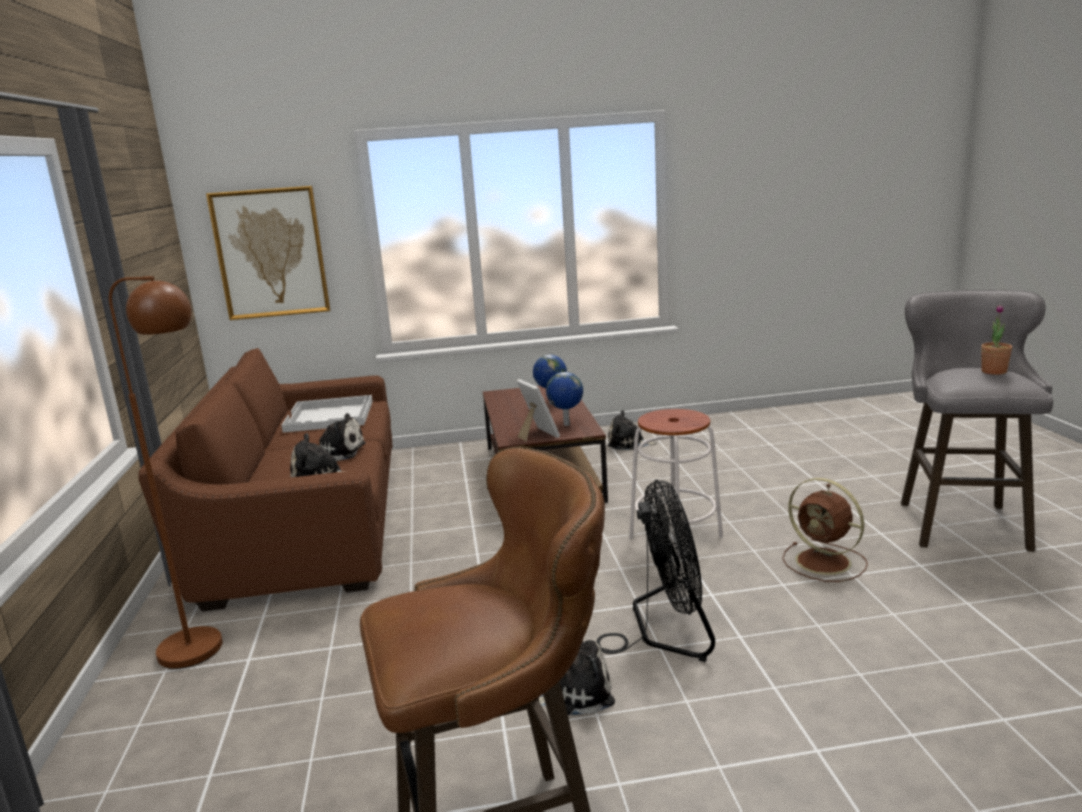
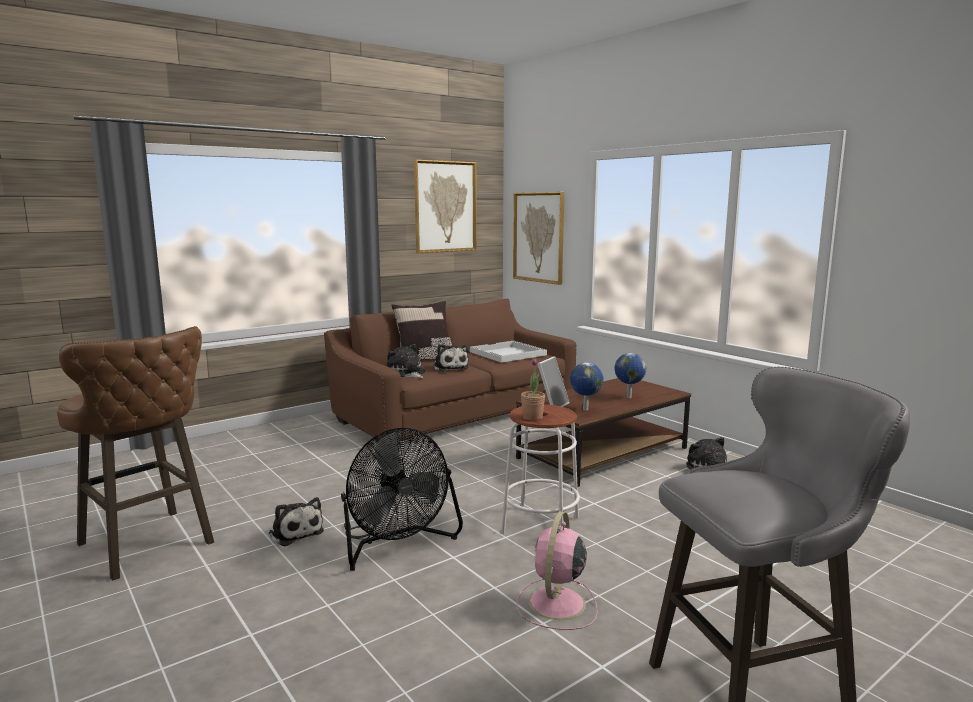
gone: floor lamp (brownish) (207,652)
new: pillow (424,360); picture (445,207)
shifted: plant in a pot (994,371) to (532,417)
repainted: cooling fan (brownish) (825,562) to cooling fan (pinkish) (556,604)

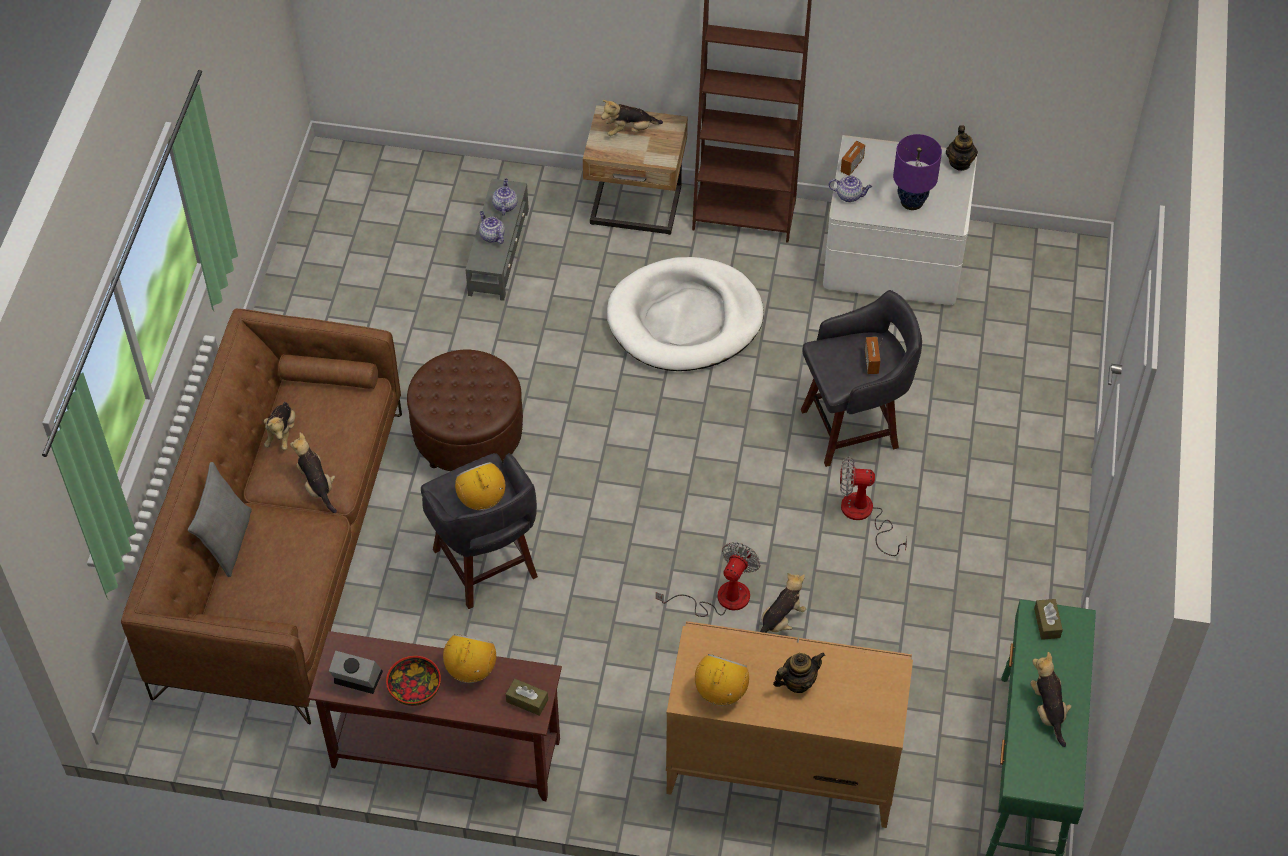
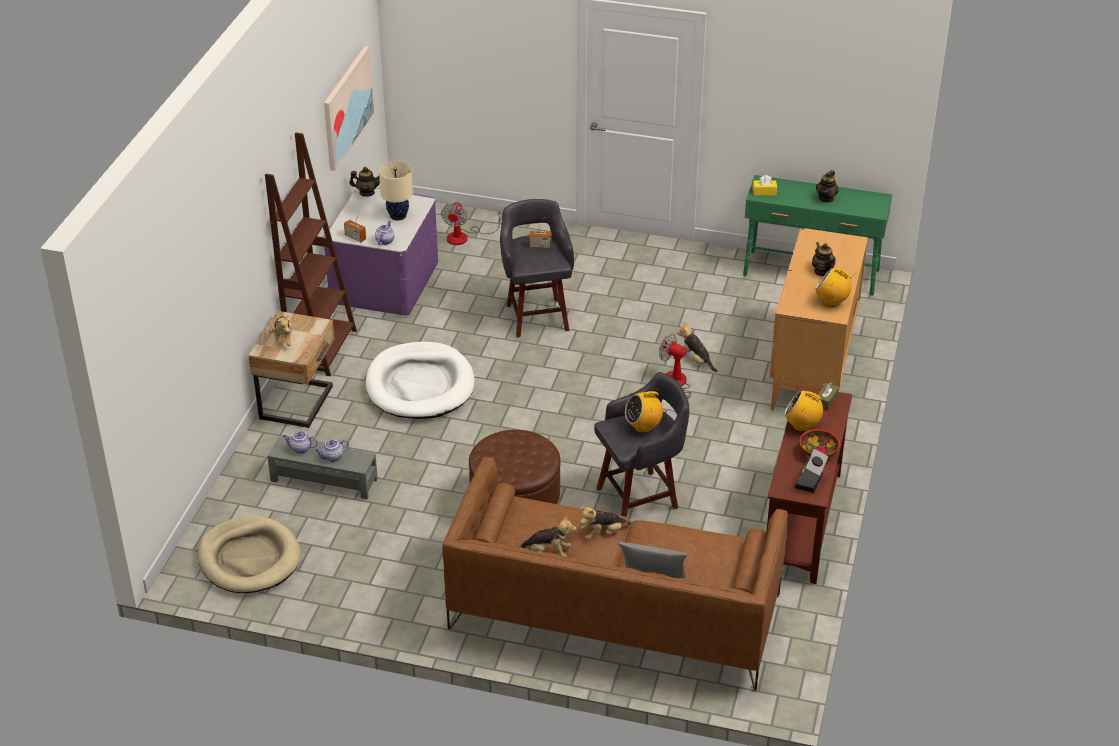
new: dog bed (beige-coloured) (249,559); picture (346,107)
shifted: cooling fan (864,516) to (464,236)
swapped: plush toy (1048,710) to teapot (826,198)
repainted: night table (white) (894,257) to night table (purplish) (385,284); table lamp (purplish) (911,201) to table lamp (beige-coloured) (398,215); box of tissues (brownish) (1047,623) to box of tissues (yellowish) (764,192)

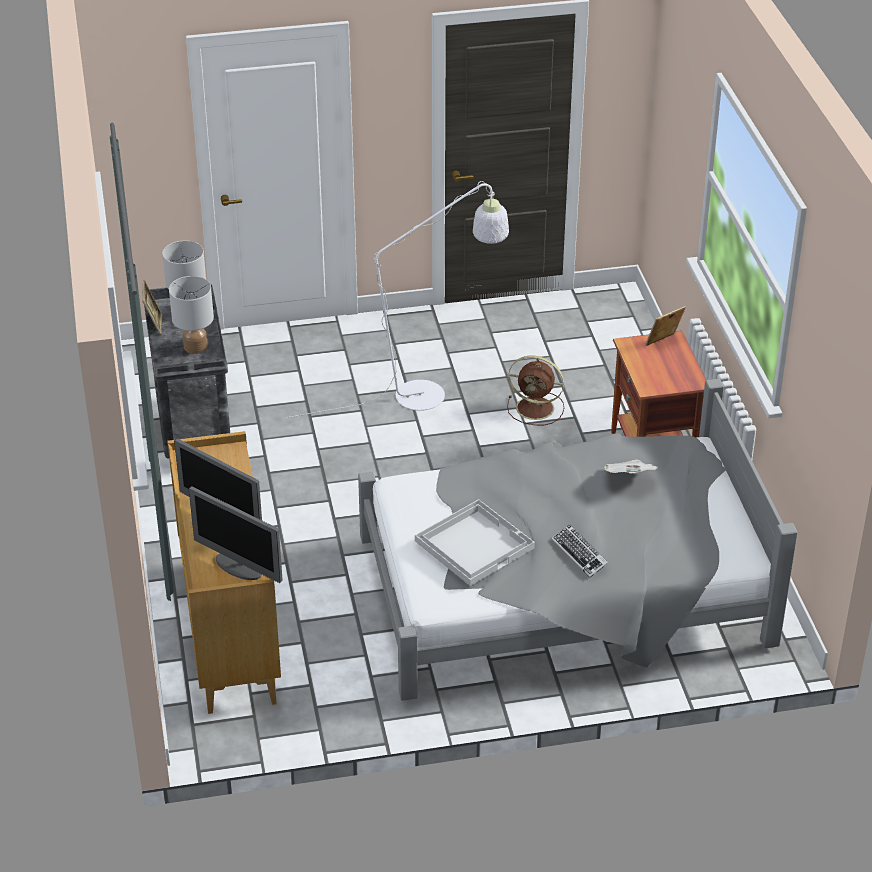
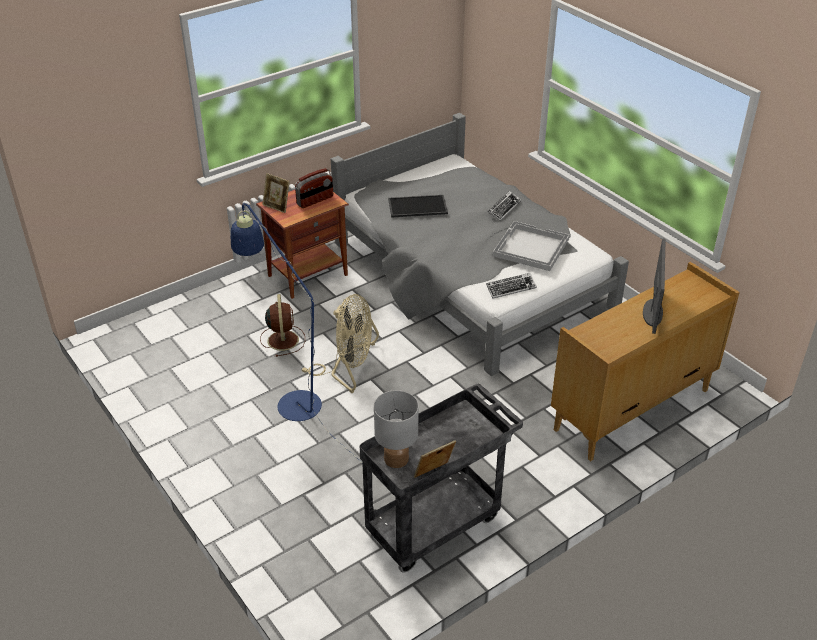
gone: table lamp (gray) (195,347); computer display (238,567)
new: radio set (315,200); cooling fan (beige-coloured) (347,367); PC keyboard (511,288)
swapped: daily paper (629,478) to tray (417,207)
repainted: floor lamp (white) (433,392) to floor lamp (blue) (292,399)

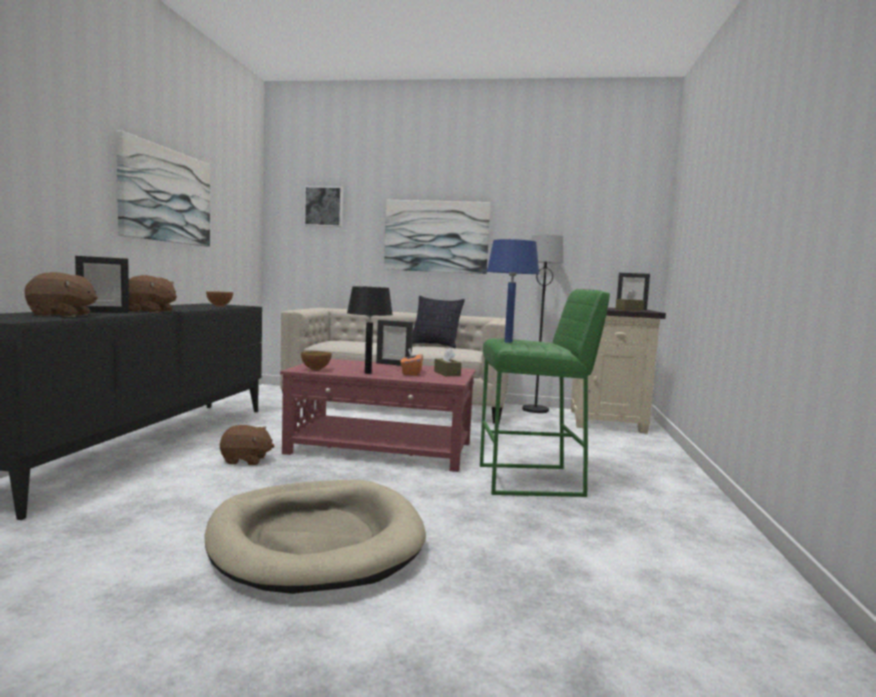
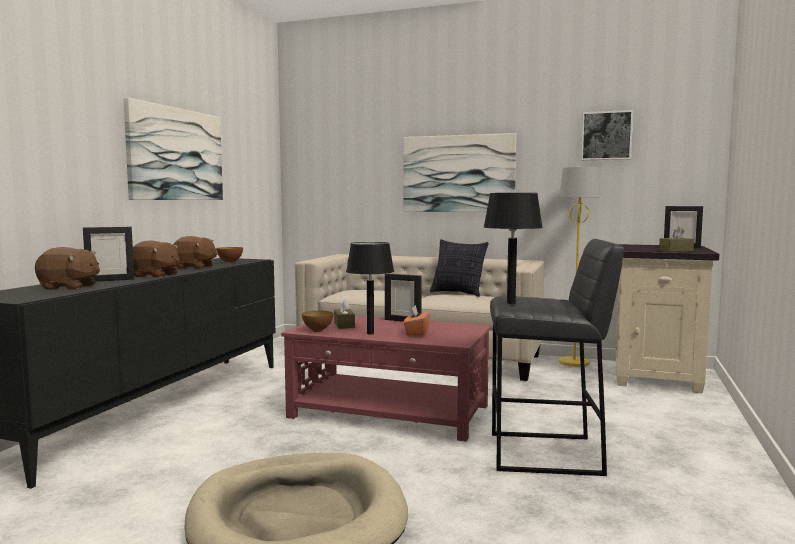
shifted: plush toy (brownish) (246,460) to (194,267); picture (324,206) to (606,136); box of tissues (brownish) (447,373) to (344,325)
repainted: sitting stool (green-coloured) (532,480) to sitting stool (gray) (547,453); table lamp (blue) (508,342) to table lamp (black) (511,303); floor lamp (black) (535,410) to floor lamp (yellowish) (574,362)

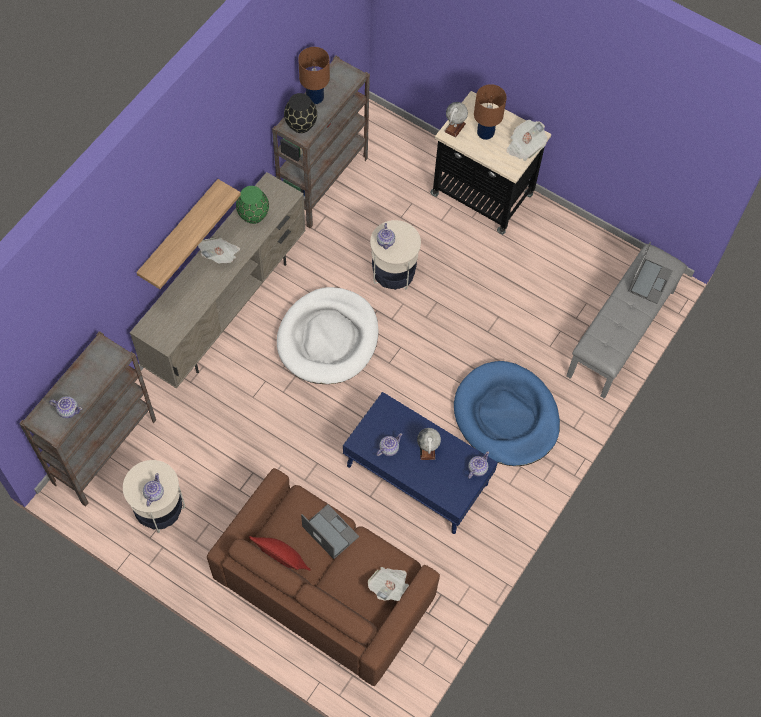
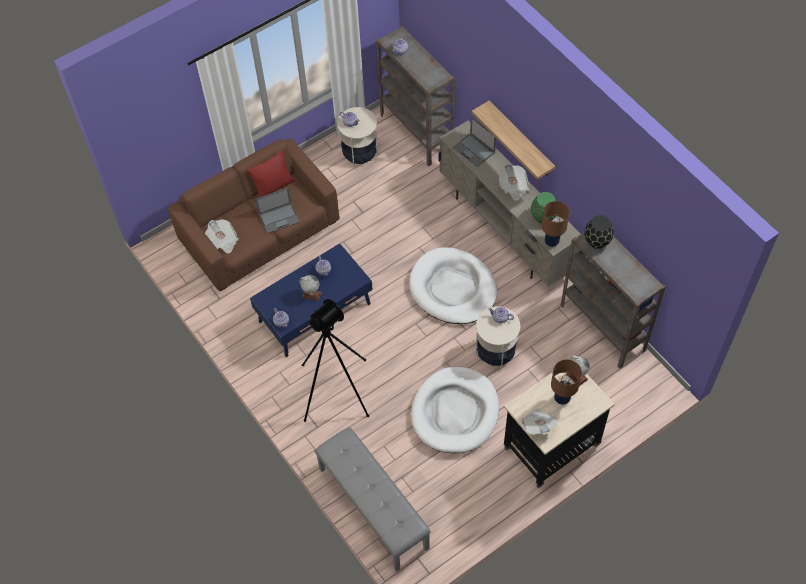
new: dog bed (white) (455,412)
shifted: table lamp (brownish) (315,99) to (551,242); portable computer (650,280) to (474,150)
swapped: dog bed (blue) (506,416) to floor lamp (black) (335,390)

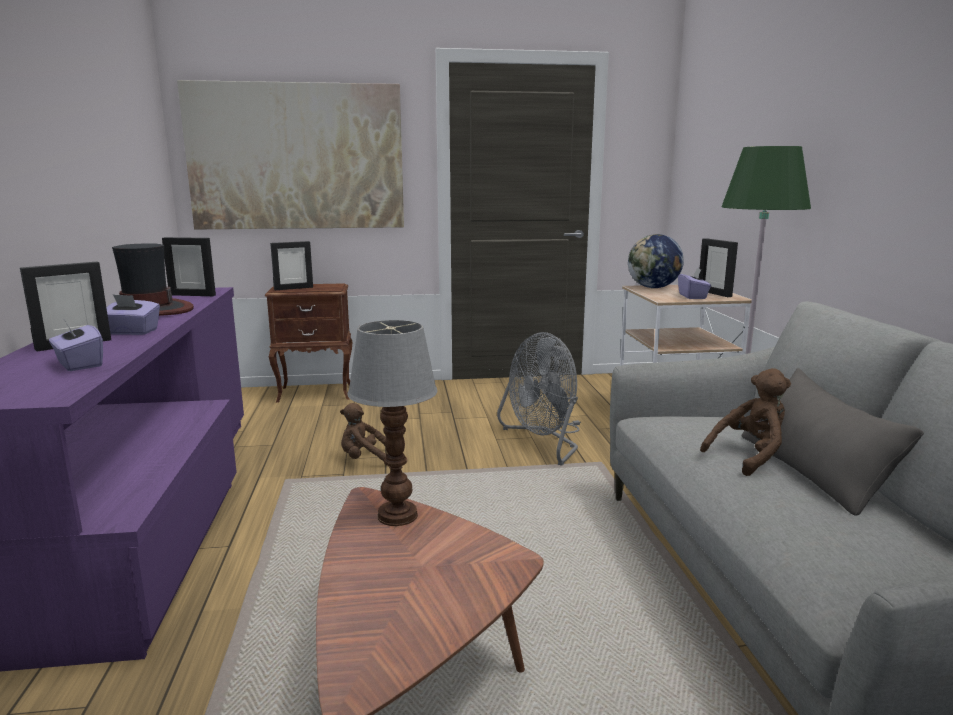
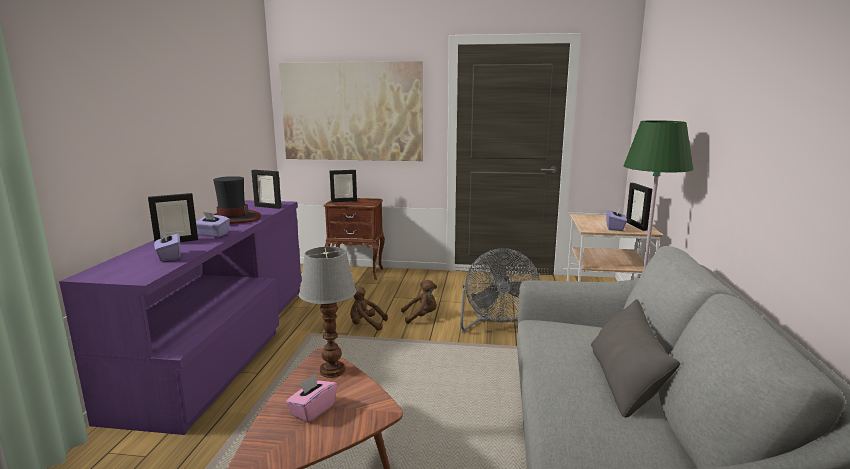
gone: globe (653,288)
new: box of tissues (pinkish) (312,410)
shifted: plush toy (brownish) (750,456) to (421,316)
rotated: cooling fan (gray) (546,441) = (496,326) 75 degrees counterclockwise

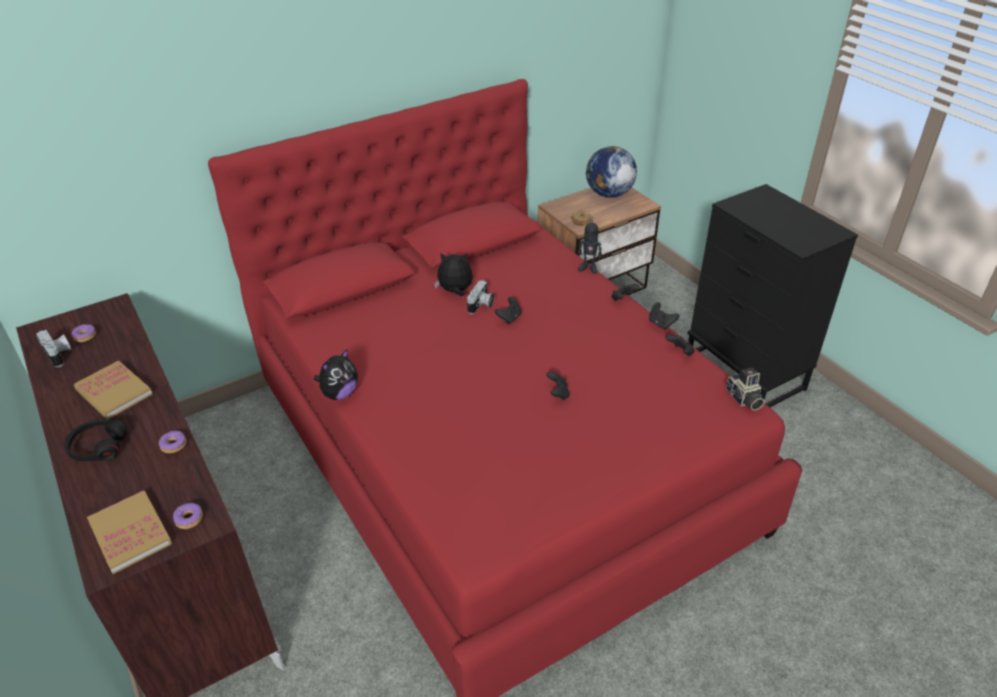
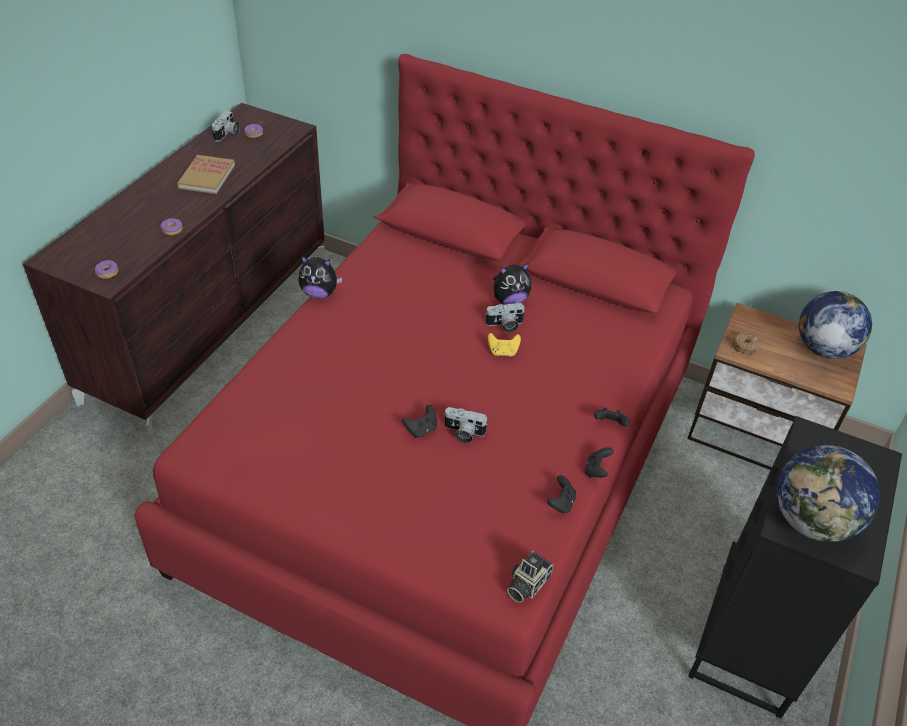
gone: pair of headphones (black) (98,446); bound book (130,533); robot figure (588,268)
new: still camera (463,433); globe (812,521)
repainted: joypad (black) (509,318) to joypad (yellowish) (503,352)
rotated: plush toy (455,291) = (509,300) 105 degrees clockwise

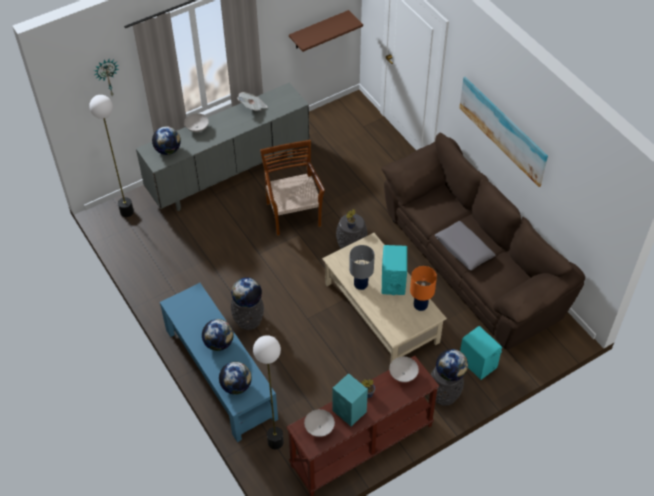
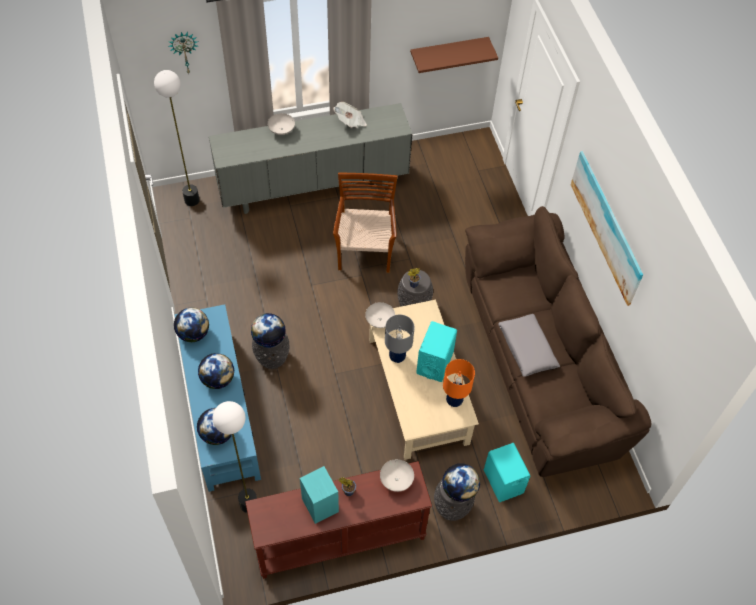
shifted: globe (168,150) to (193,334); serving bowl (white) (319,428) to (379,320)

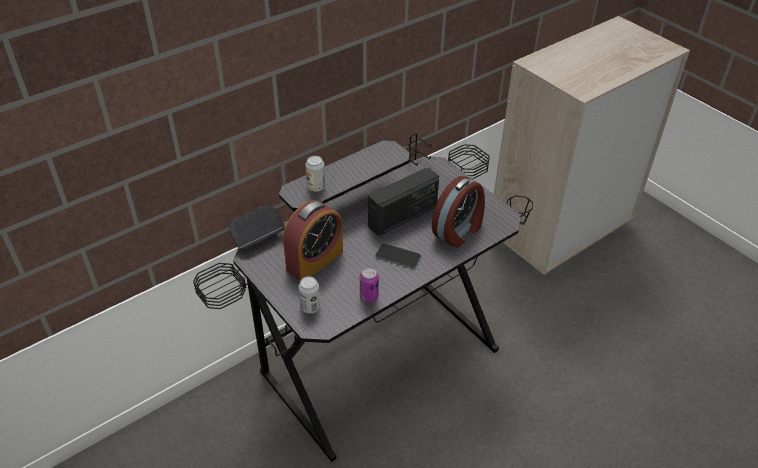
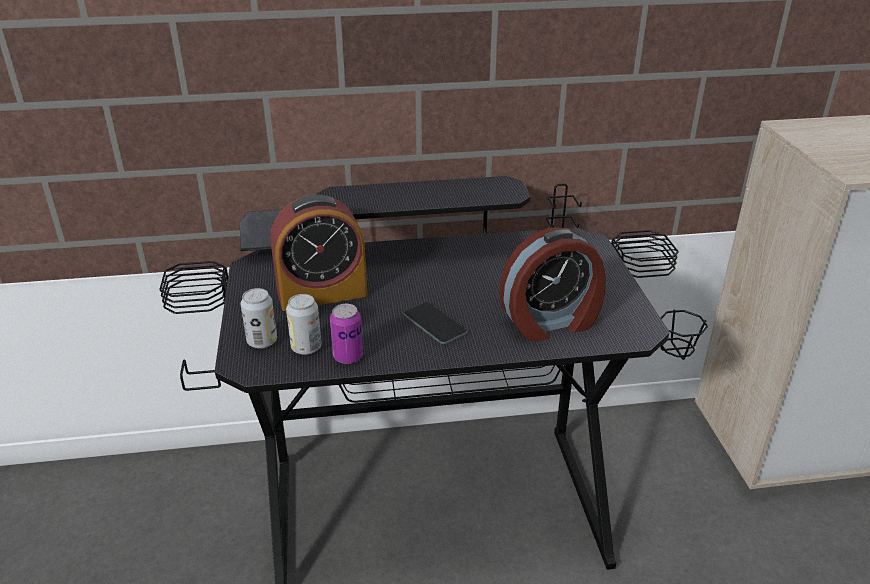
gone: radio set (403,217)
shifted: sealed can (316,187) to (306,347)

